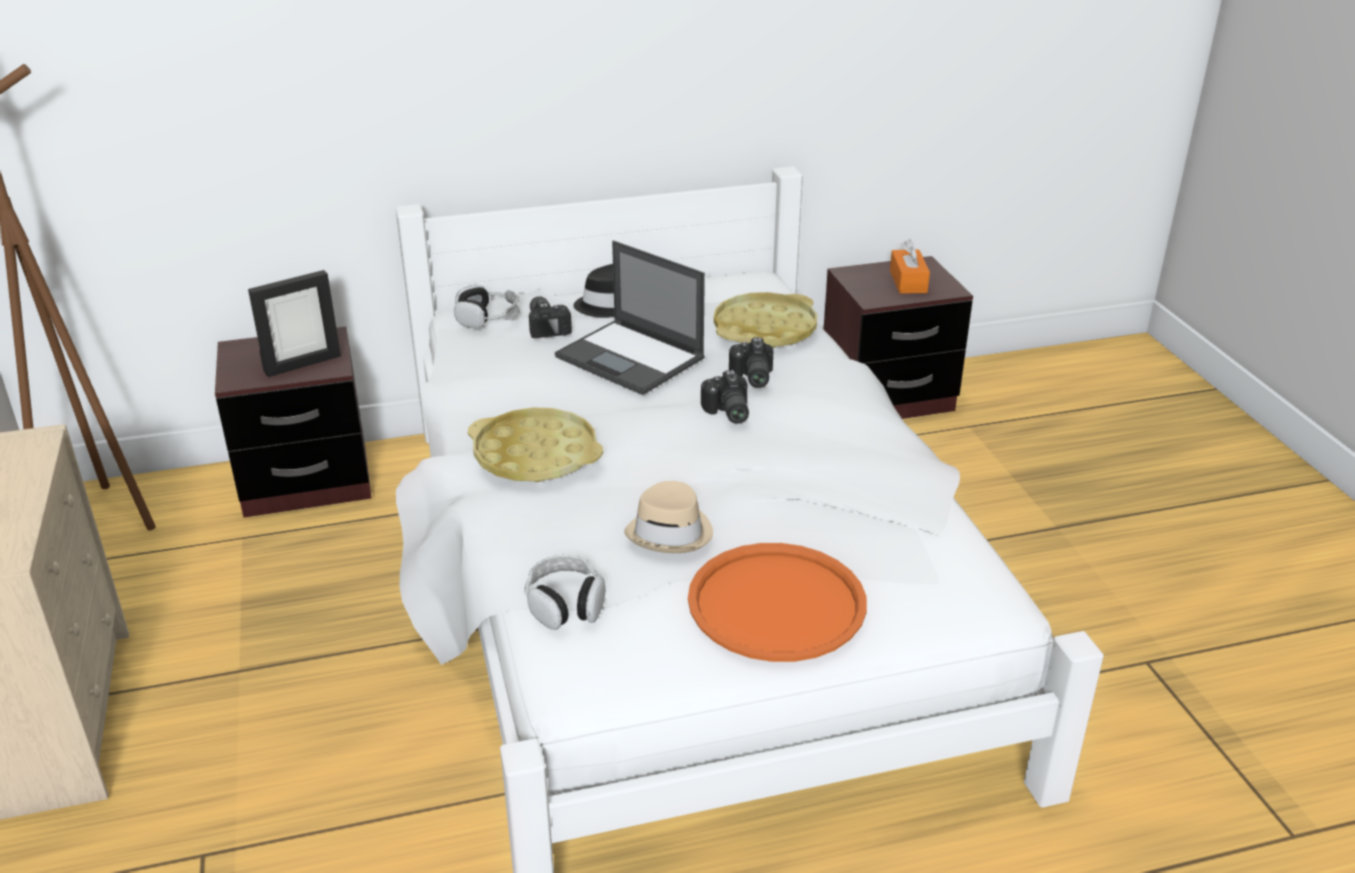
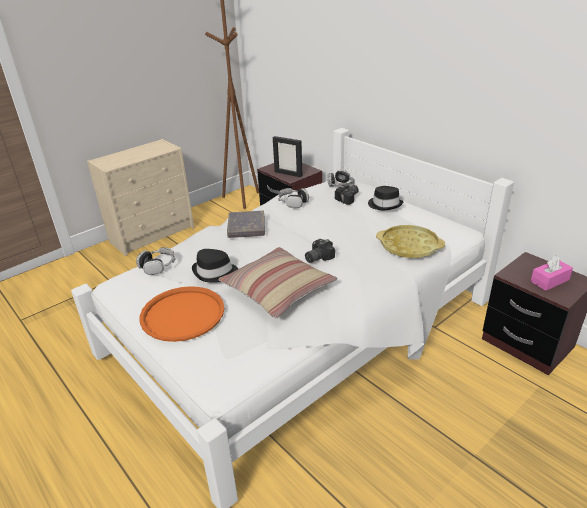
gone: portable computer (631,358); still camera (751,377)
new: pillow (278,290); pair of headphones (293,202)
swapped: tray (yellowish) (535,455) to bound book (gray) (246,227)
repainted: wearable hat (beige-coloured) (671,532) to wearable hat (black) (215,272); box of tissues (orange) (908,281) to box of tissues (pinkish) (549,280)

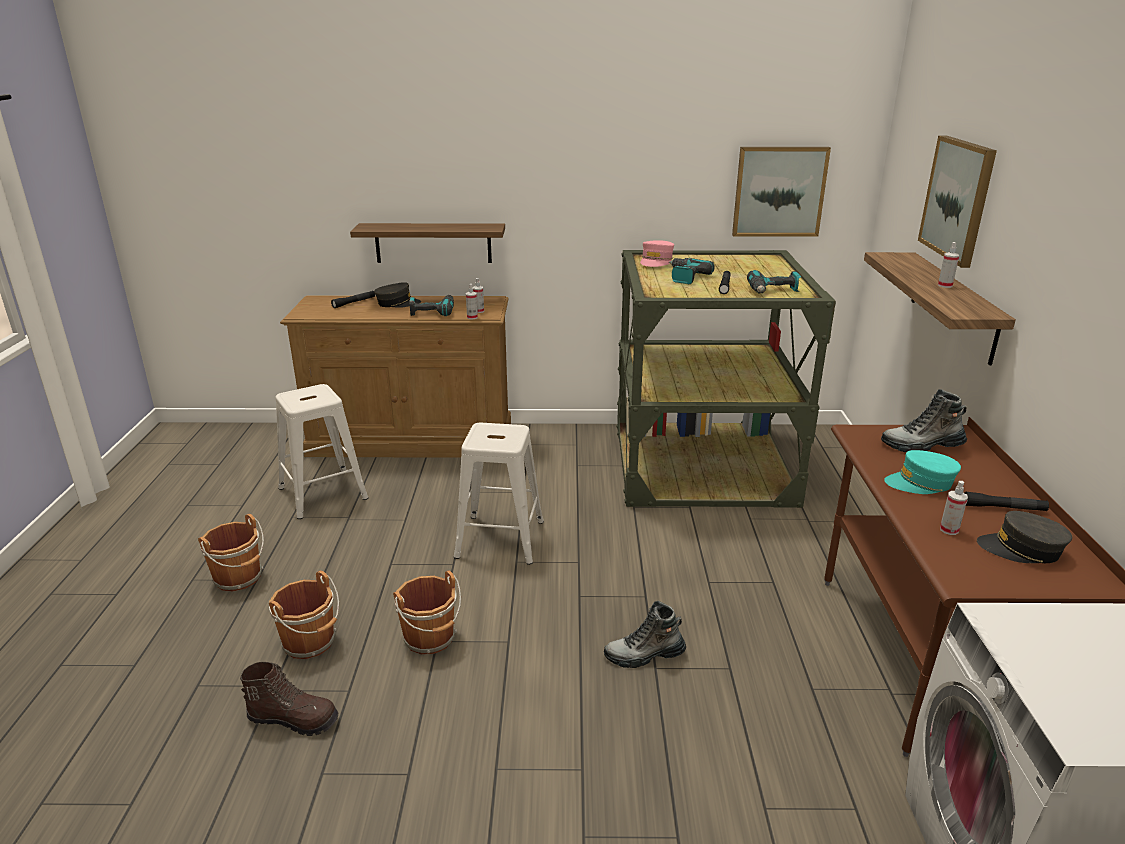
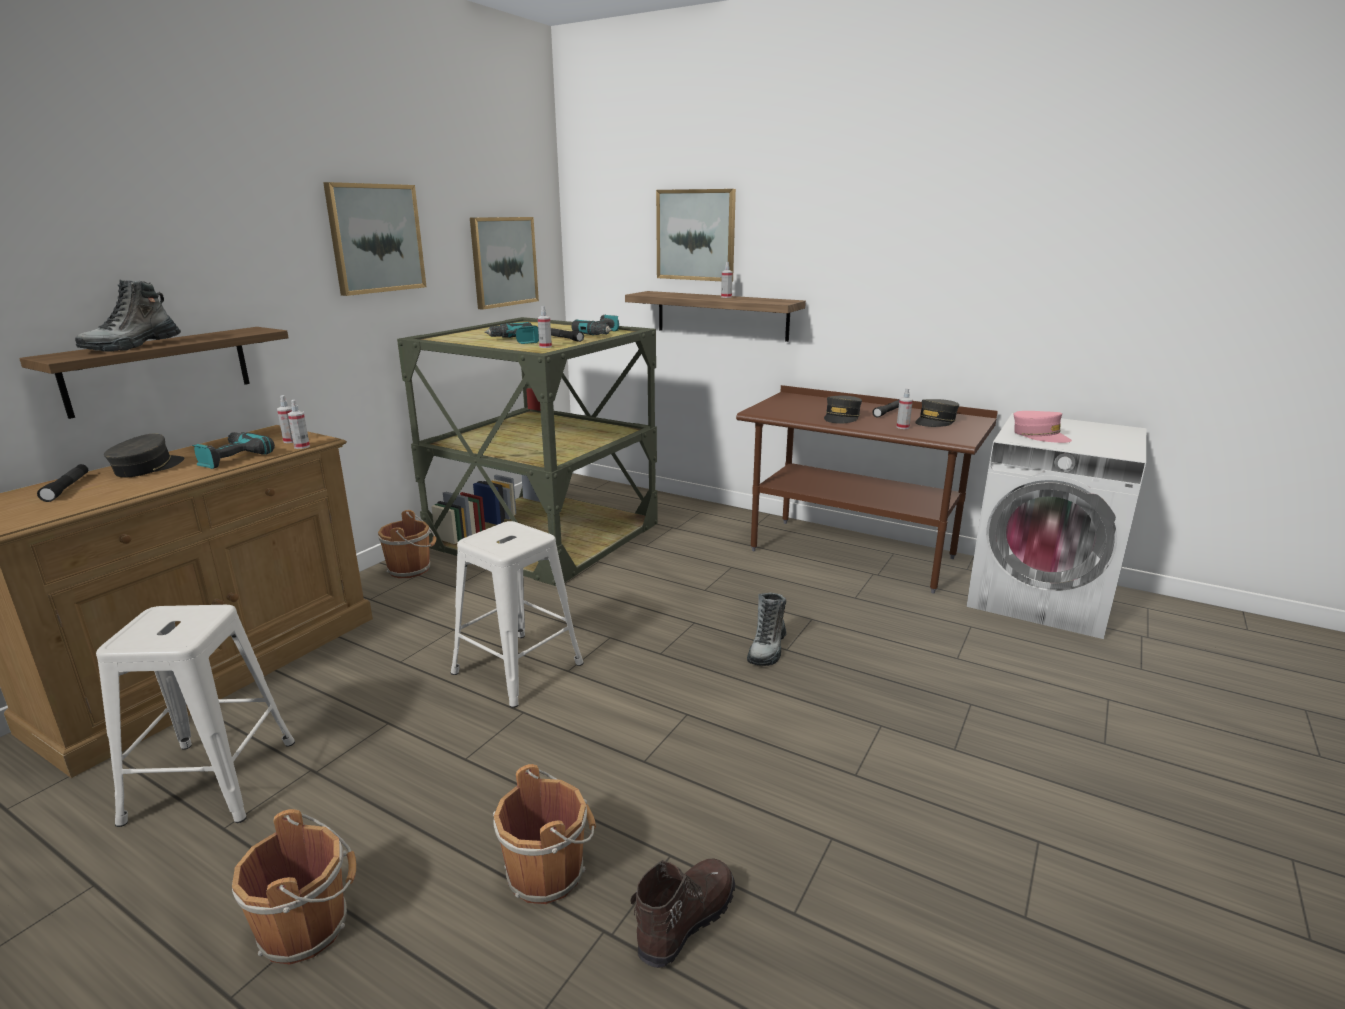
new: picture (376,238); hand sprayer (545,346)
shifted: bucket (brownish) (431,639) to (411,569); baseball cap (pinkish) (656,261) to (1039,436); tall boot (922,445) to (132,346)
repainted: baseball cap (blue-green) (921,483) to baseball cap (gray) (841,417)

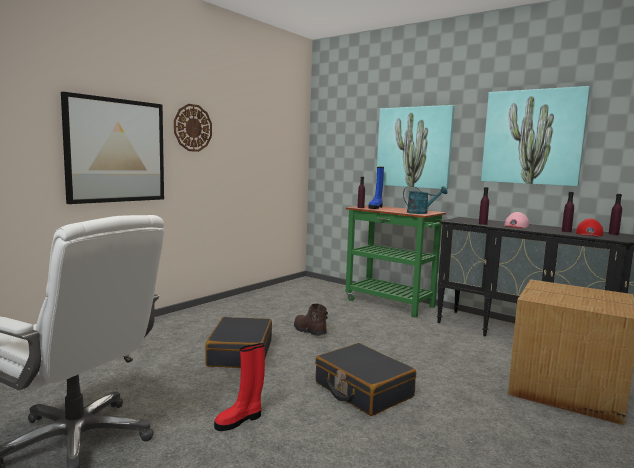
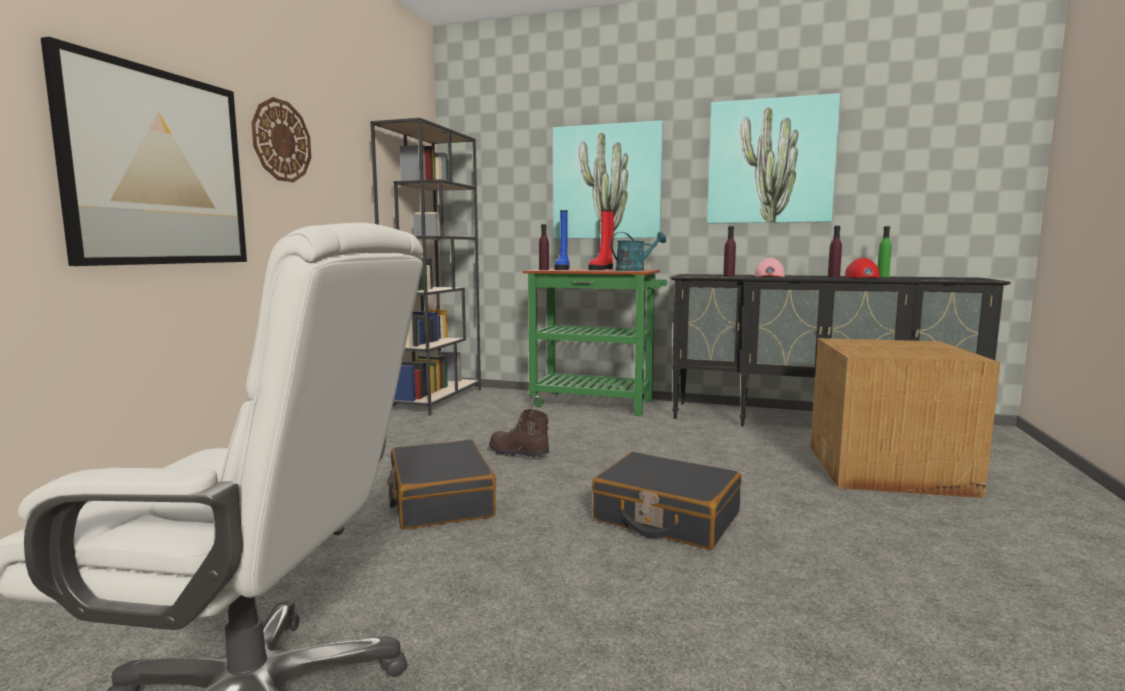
new: shelving unit (435,399)
shifted: tall boot (red) (240,420) to (601,269)
repainted: drink bottle (purplish) (613,234) to drink bottle (green-coloured) (882,276)

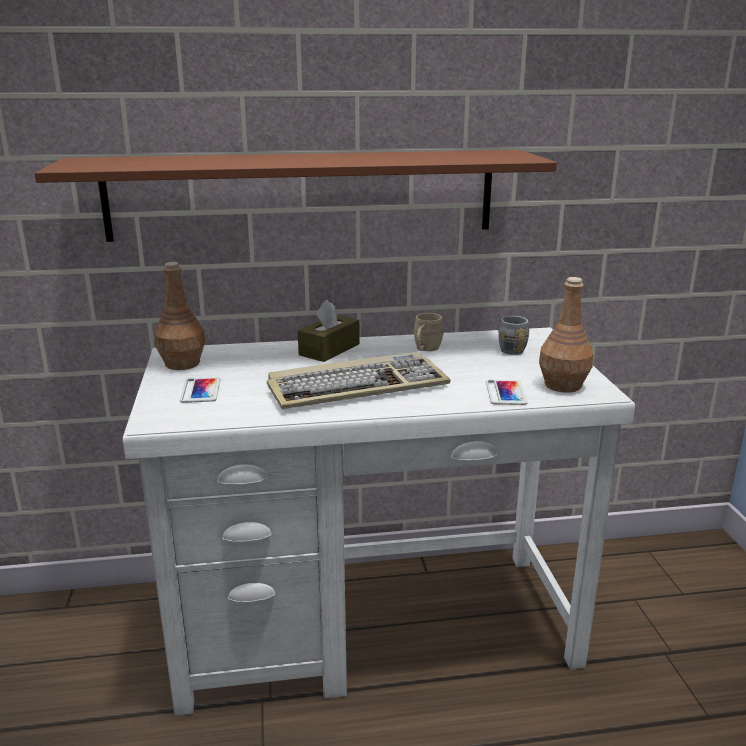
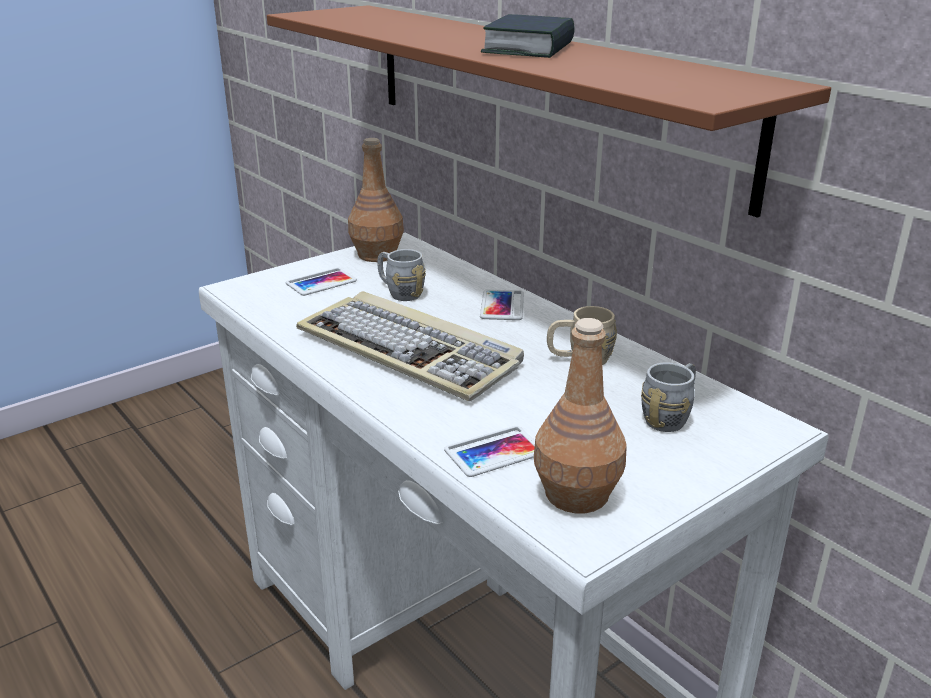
new: tea mug (gray) (399,292); bound book (529,48)
swapped: box of tissues (brownish) (329,349) to handset (502,305)

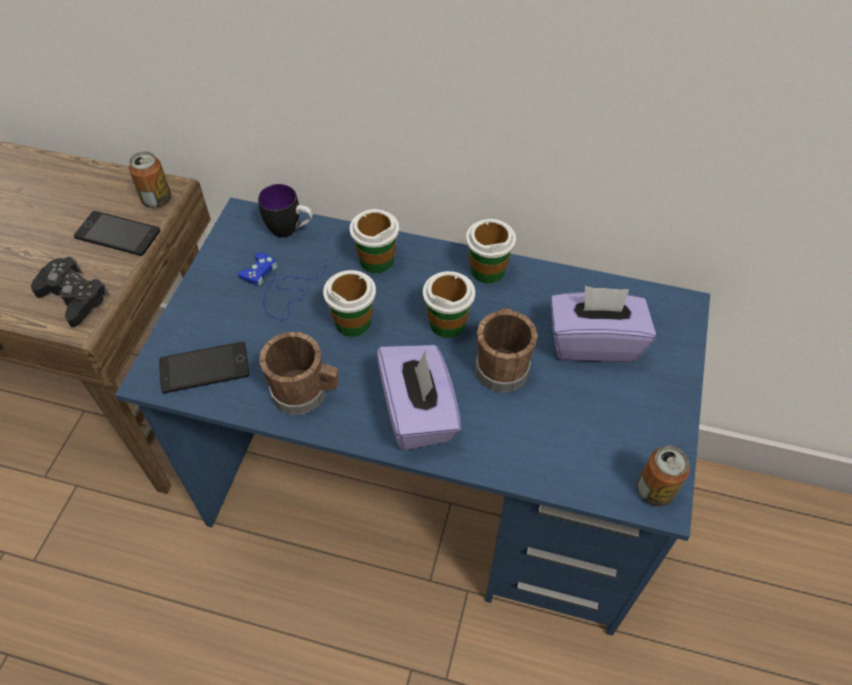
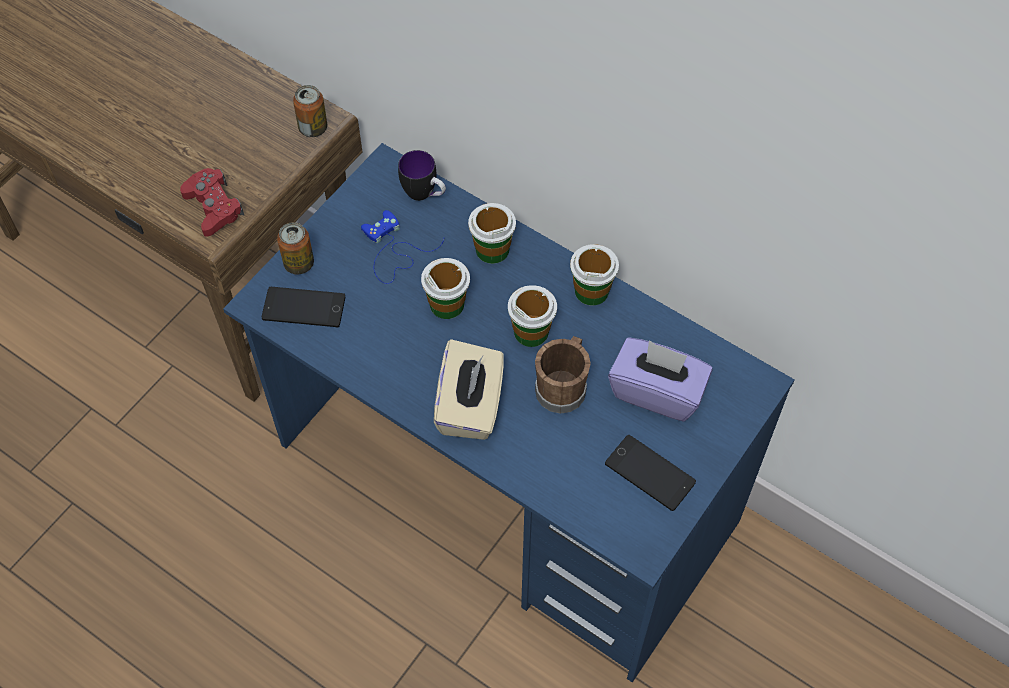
gone: tea mug (brownish) (305,393)
shifted: handset (117,234) to (650,473); sealed can (655,490) to (299,263)
repainted: joypad (black) (74,297) to joypad (red) (213,207); box of tissues (purplish) (418,412) to box of tissues (beige-coloured) (470,406)

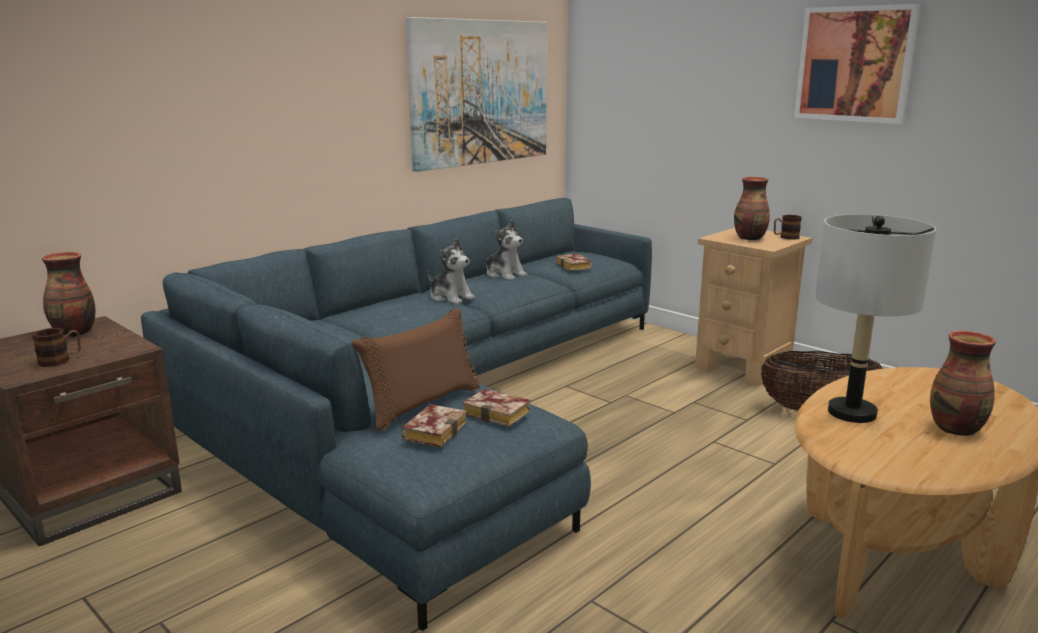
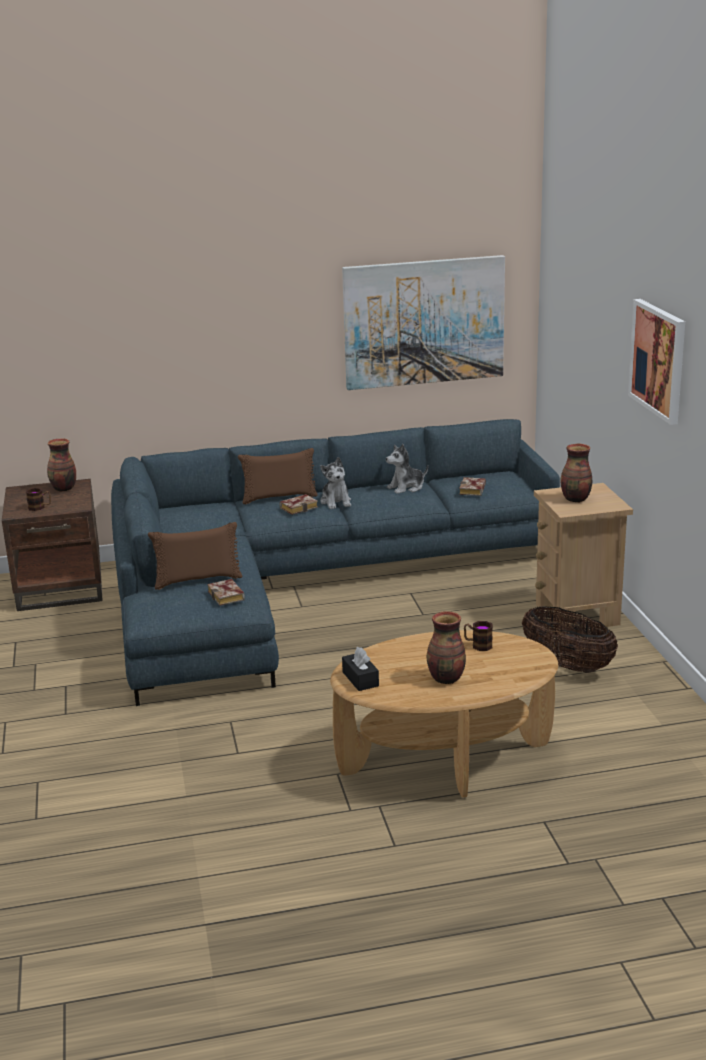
gone: table lamp (gray) (852,413)
new: pillow (brownish) (279,497); box of tissues (black) (360,679)
shifted: bound book (434,430) to (299,507); tea mug (785,237) to (478,645)
rotated: plush toy (505,274) = (406,488) 75 degrees clockwise

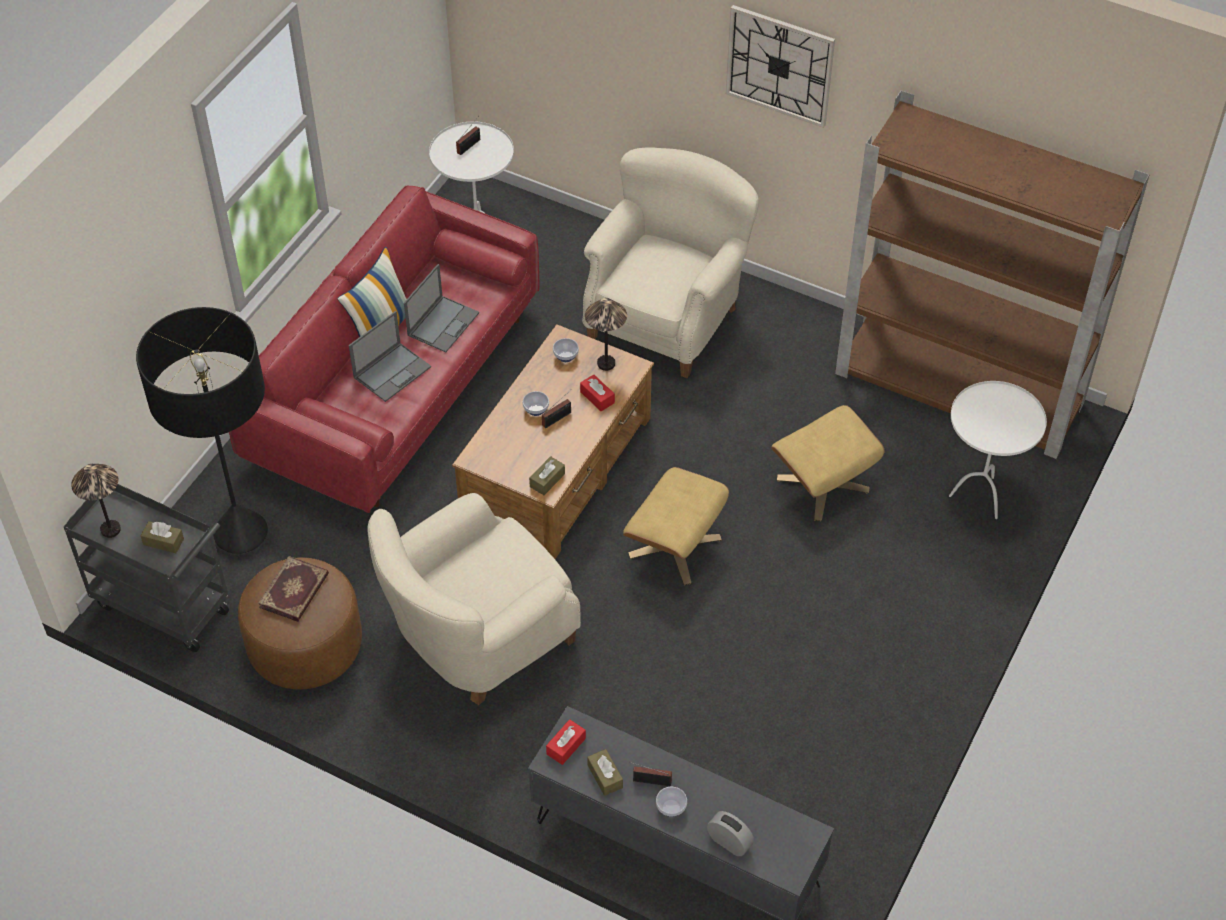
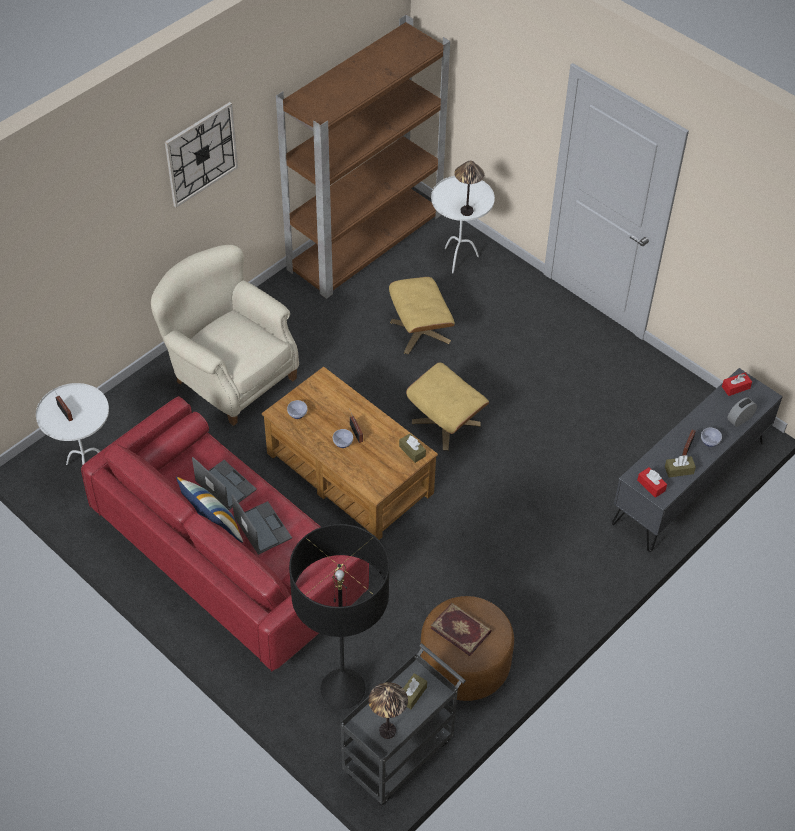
gone: easy chair (beige-coloured) (478,638)
shifted: box of tissues (red) (597,397) to (735,387); table lamp (606,363) to (466,211)

